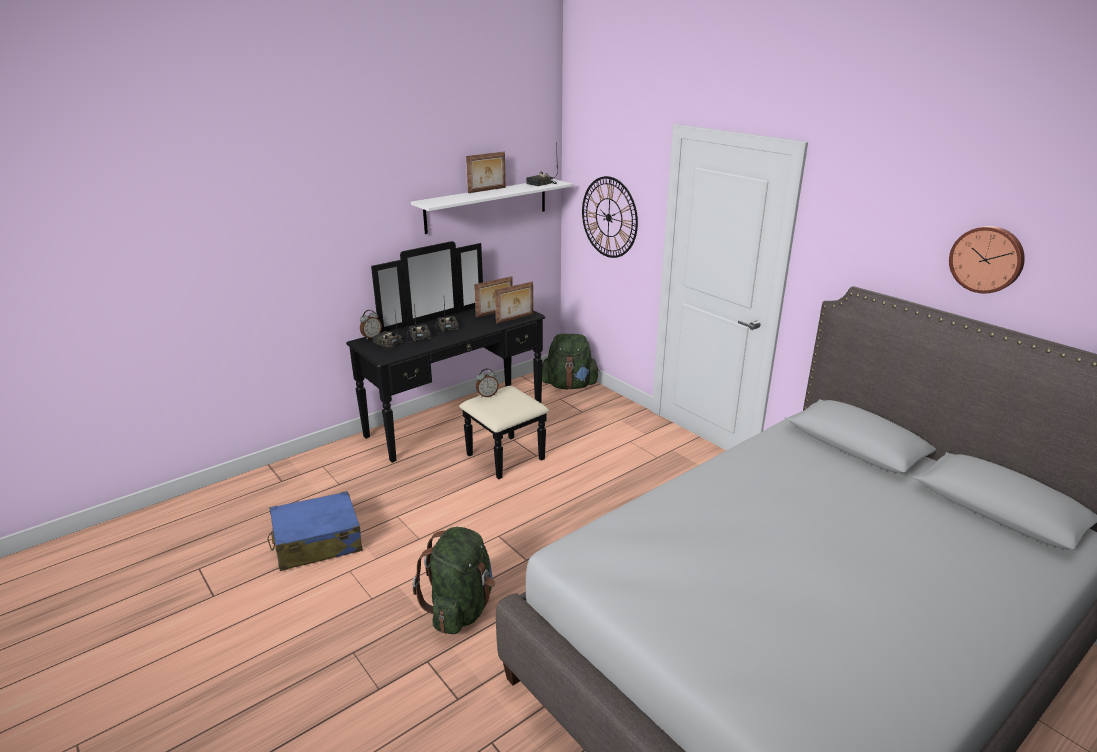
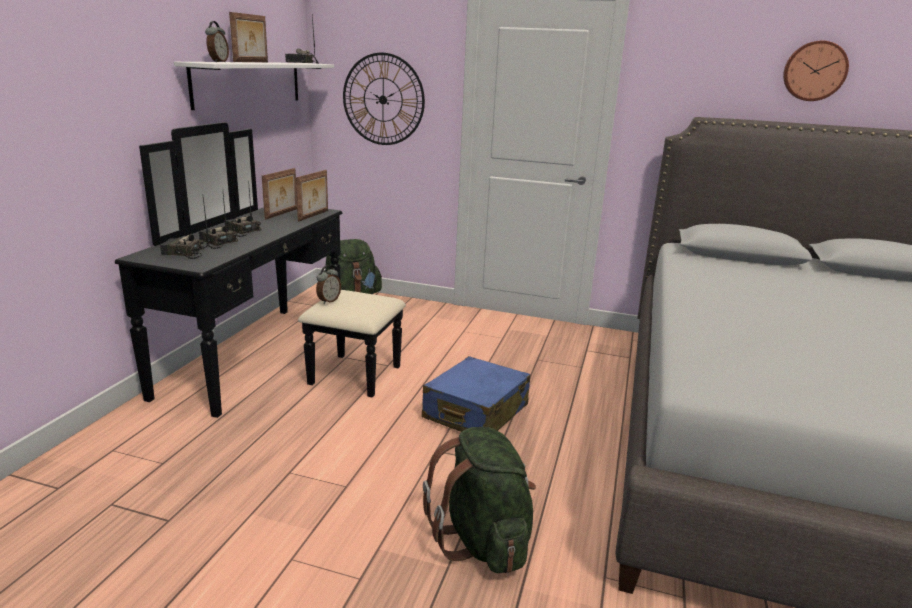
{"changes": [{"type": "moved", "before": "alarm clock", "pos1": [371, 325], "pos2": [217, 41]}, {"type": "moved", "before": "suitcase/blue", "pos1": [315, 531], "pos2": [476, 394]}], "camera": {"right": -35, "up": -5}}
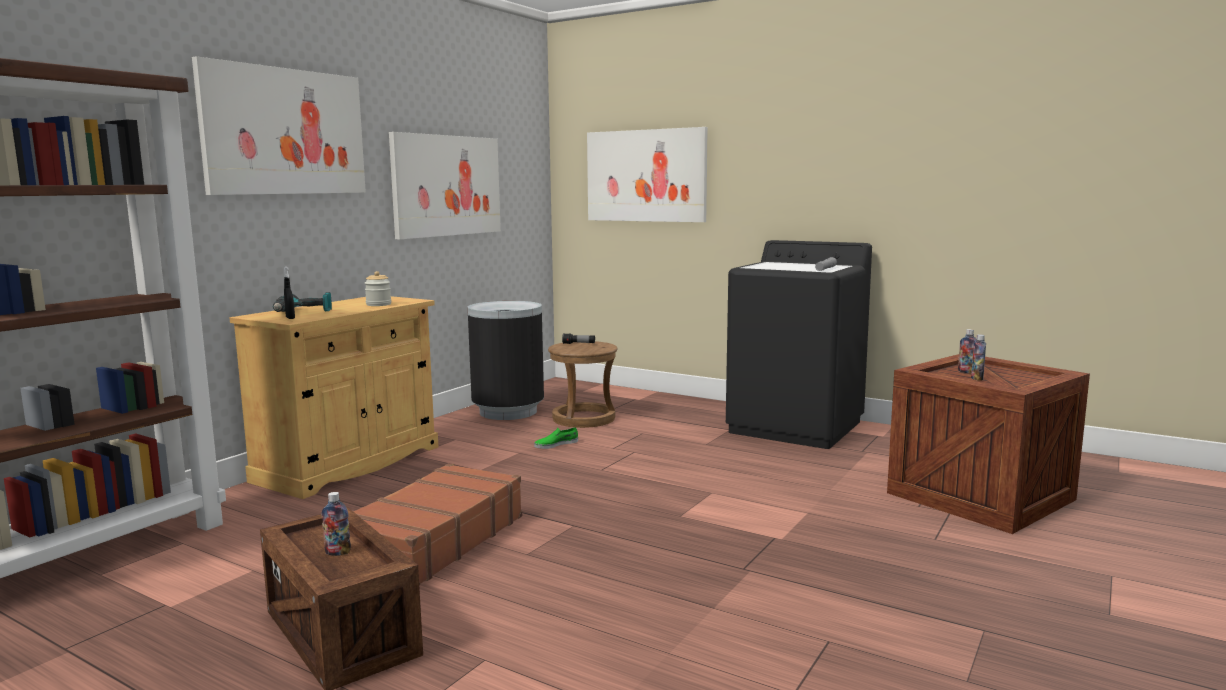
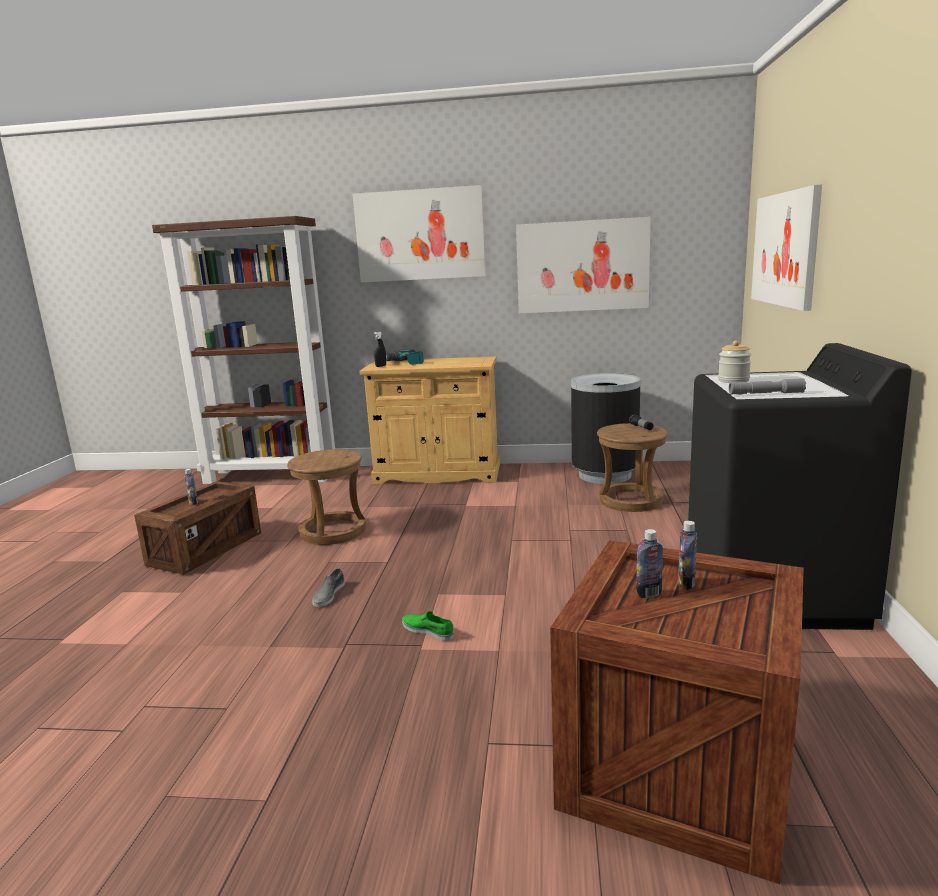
{"changes": [{"type": "replaced", "before": "suitcase/brown", "after": "stool/brown", "pos1": [437, 524], "pos2": [326, 497]}, {"type": "added", "after": "shoe/grey", "pos2": [328, 587]}, {"type": "moved", "before": "shoe/green", "pos1": [556, 438], "pos2": [428, 626]}, {"type": "moved", "before": "jar", "pos1": [378, 288], "pos2": [734, 361]}], "camera": {"right": 65, "up": 5}}
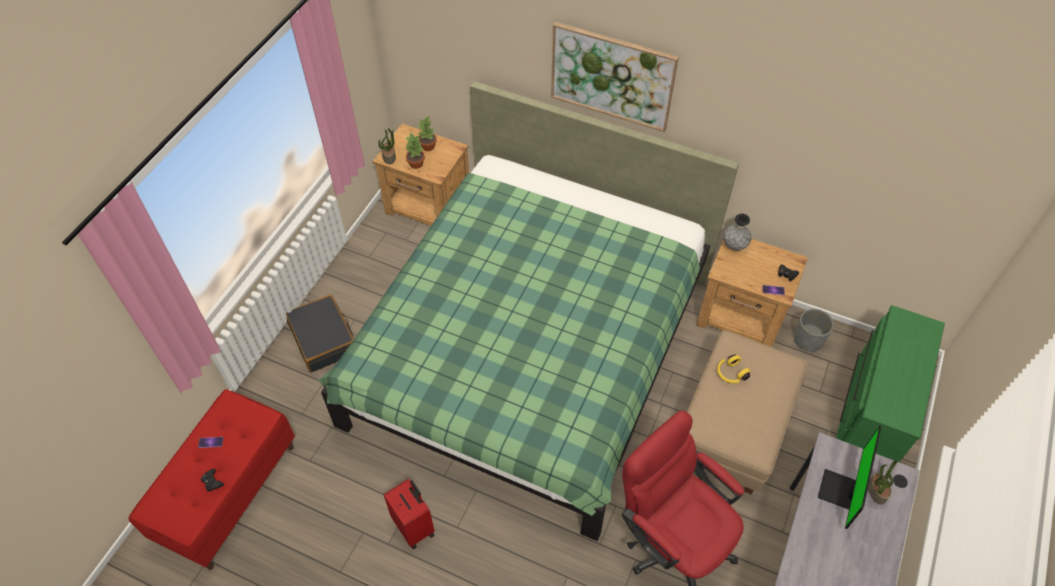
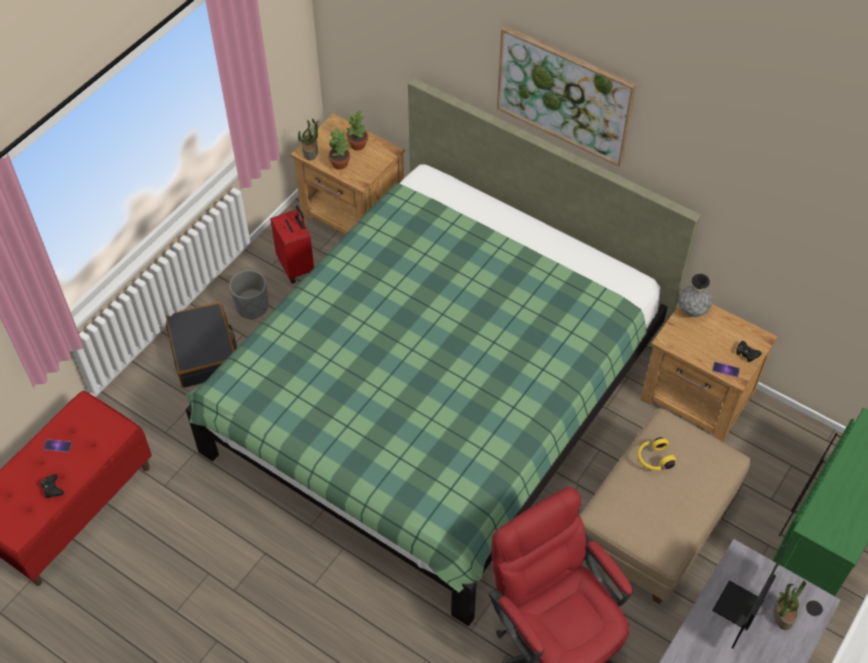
{"changes": [{"type": "moved", "before": "planter/grey", "pos1": [814, 330], "pos2": [248, 295]}, {"type": "moved", "before": "suitcase/red", "pos1": [409, 514], "pos2": [292, 244]}], "camera": {"right": 10, "up": 0}}
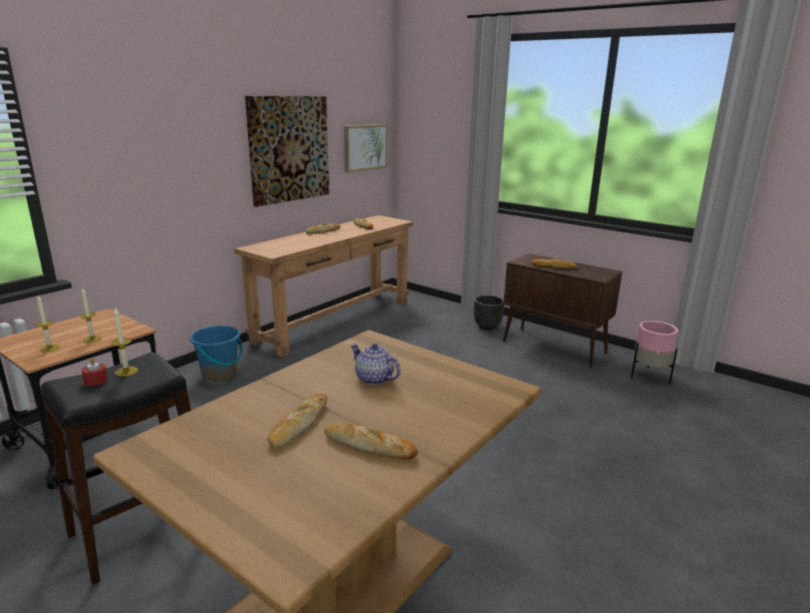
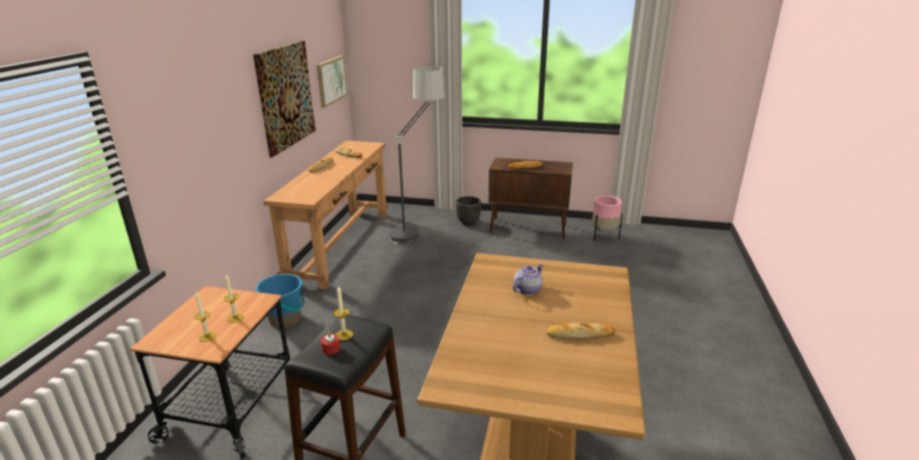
{"changes": [{"type": "added", "after": "floor lamp", "pos2": [417, 155]}, {"type": "turned", "before": "teapot", "pos1": [376, 364], "pos2": [528, 279], "turn": 120}, {"type": "removed", "before": "bread", "pos1": [297, 421]}], "camera": {"right": -25, "up": 5}}
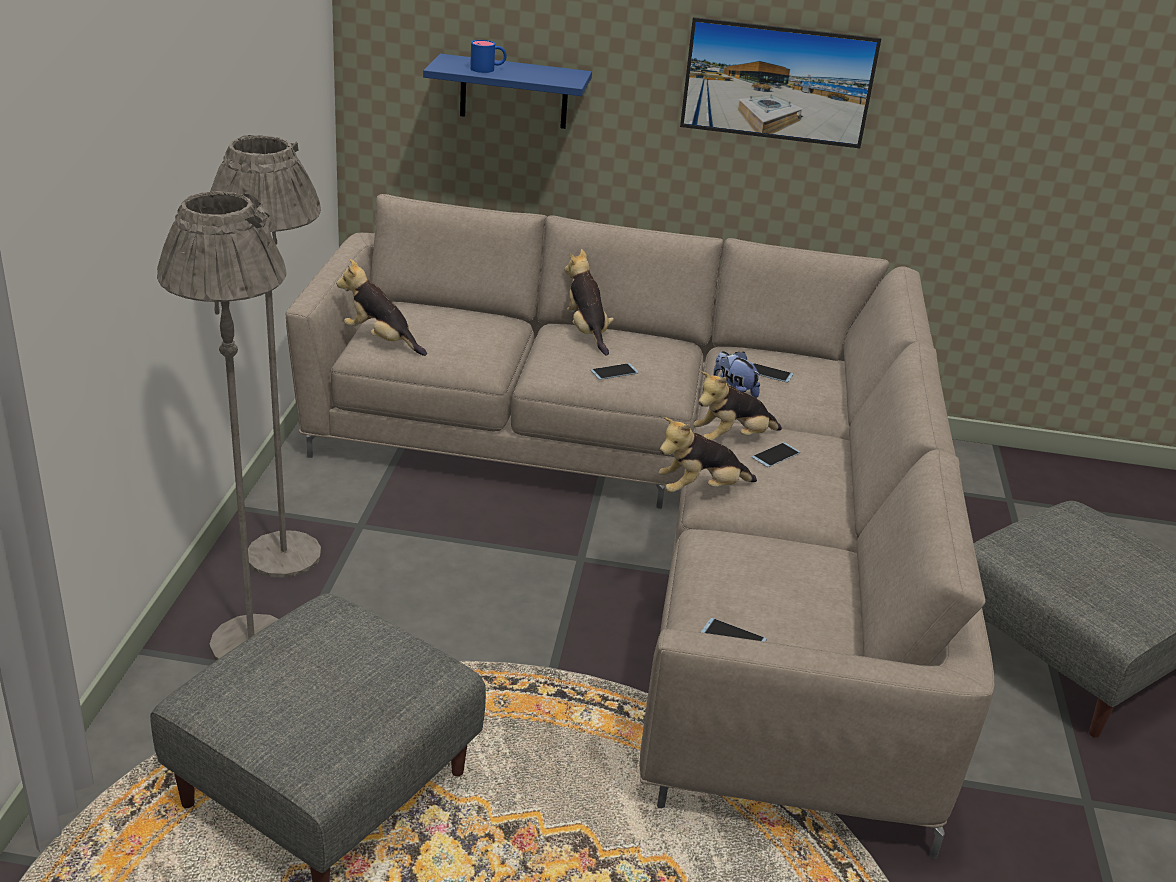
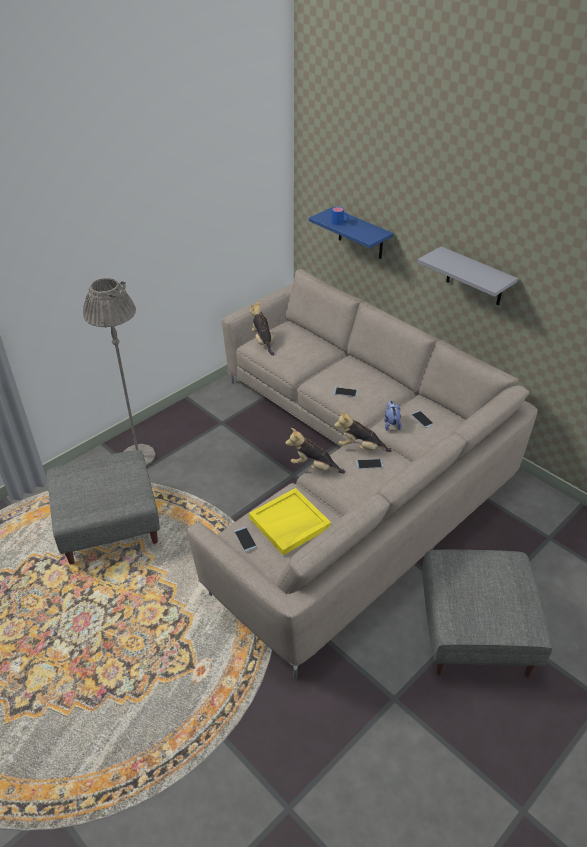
{"changes": [{"type": "added", "after": "tray/yellow", "pos2": [290, 521]}, {"type": "replaced", "before": "picture", "after": "shelf/grey", "pos1": [780, 82], "pos2": [467, 275]}, {"type": "removed", "before": "floor lamp/grey", "pos1": [265, 356]}, {"type": "removed", "before": "plush toy", "pos1": [589, 302]}], "camera": {"right": 40, "up": 10}}
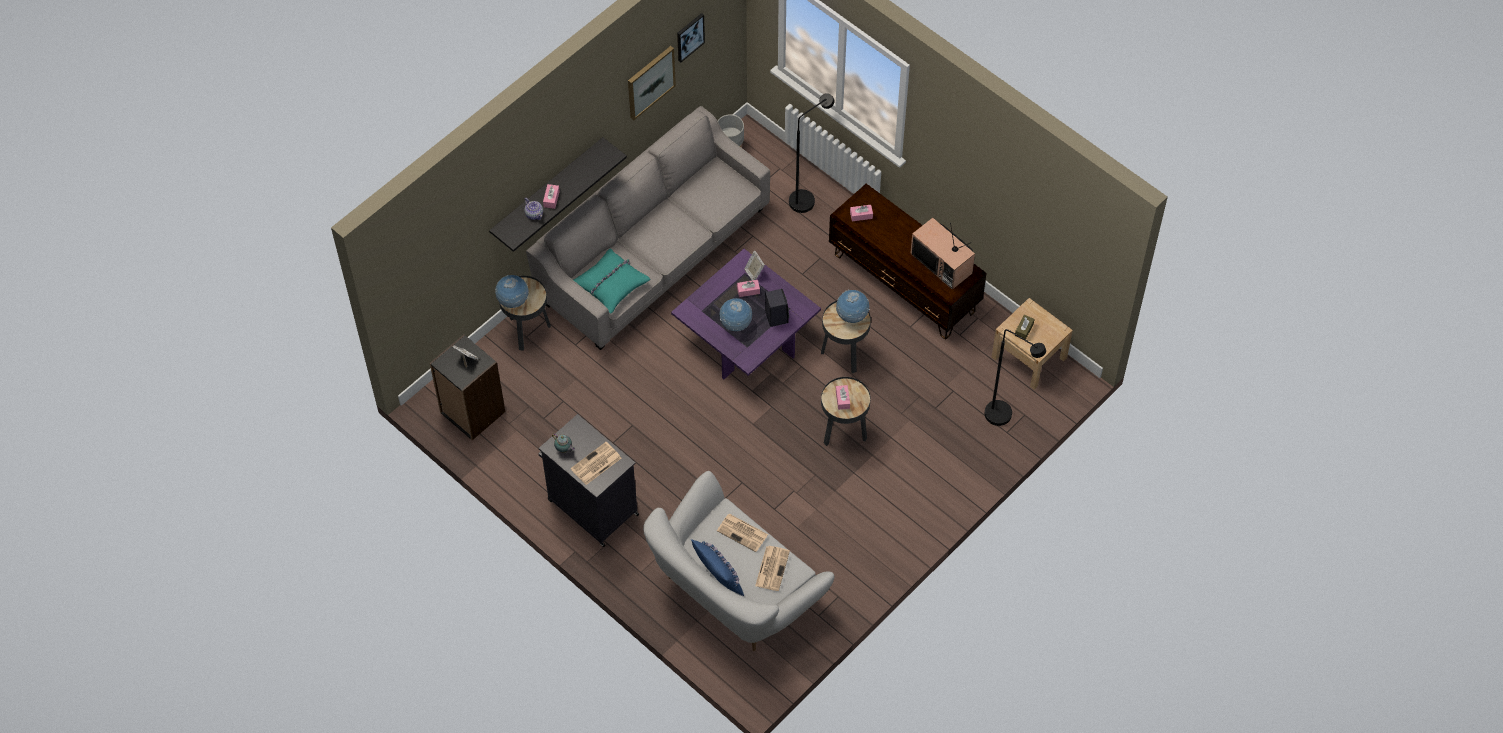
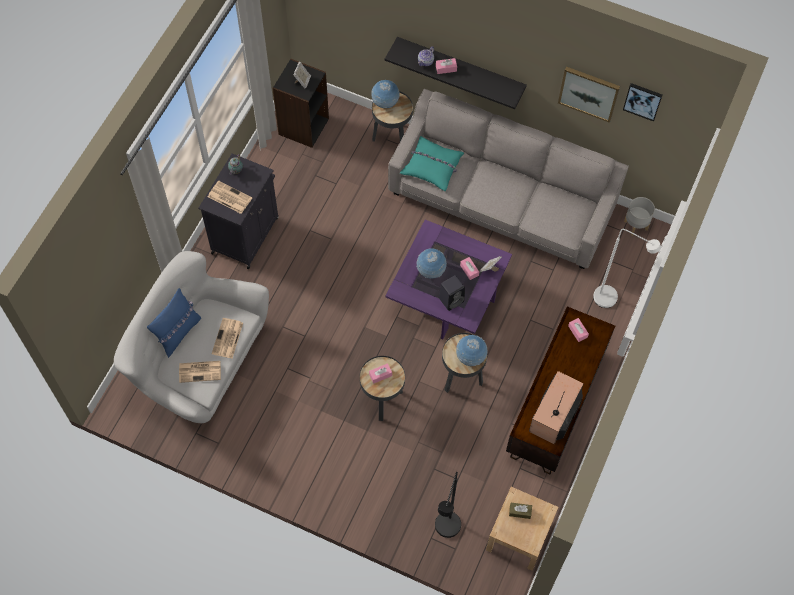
{"changes": [{"type": "recoloured", "before": "floor lamp/black", "after": "floor lamp/white", "pos1": [811, 153], "pos2": [627, 268]}], "camera": {"right": 70, "up": 5}}
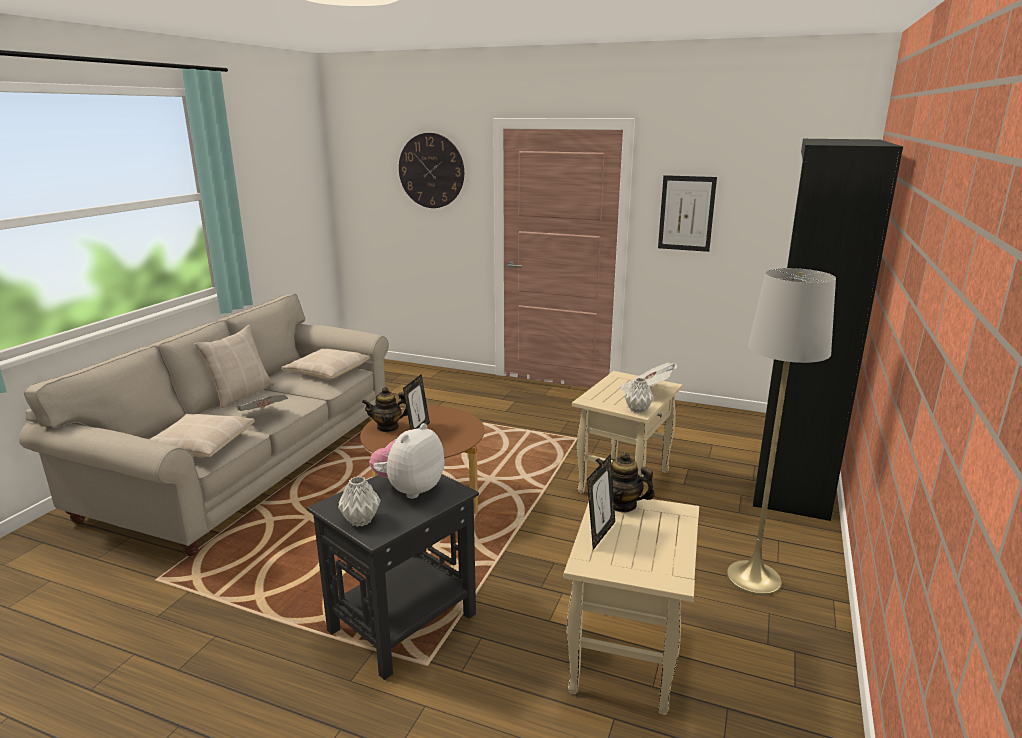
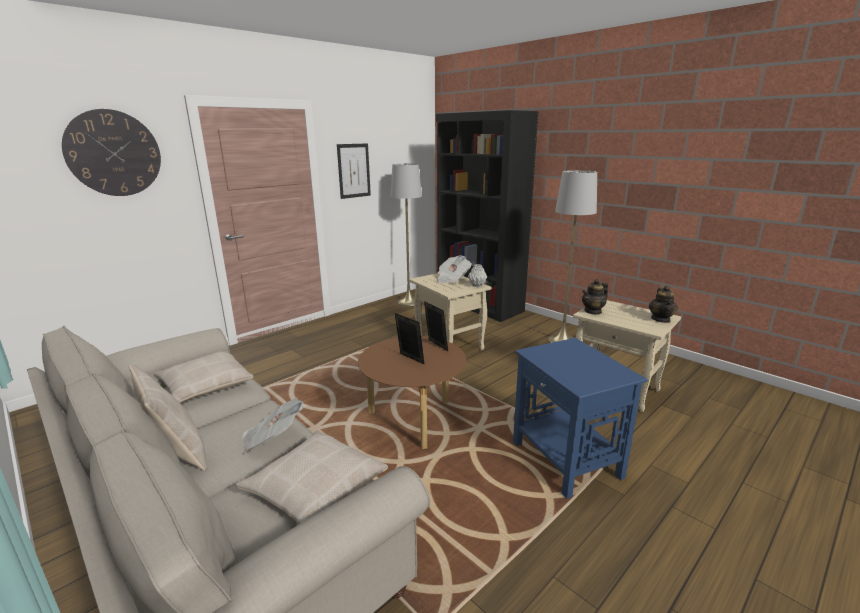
{"changes": [{"type": "added", "after": "floor lamp/grey", "pos2": [406, 234]}, {"type": "moved", "before": "picture frame", "pos1": [601, 502], "pos2": [436, 326]}, {"type": "recoloured", "before": "side table/black", "after": "side table/blue", "pos1": [393, 577], "pos2": [580, 418]}, {"type": "moved", "before": "teapot", "pos1": [385, 409], "pos2": [663, 304]}, {"type": "removed", "before": "vase/grey", "pos1": [359, 501]}, {"type": "removed", "before": "plush toy", "pos1": [406, 461]}], "camera": {"right": -65, "up": 0}}
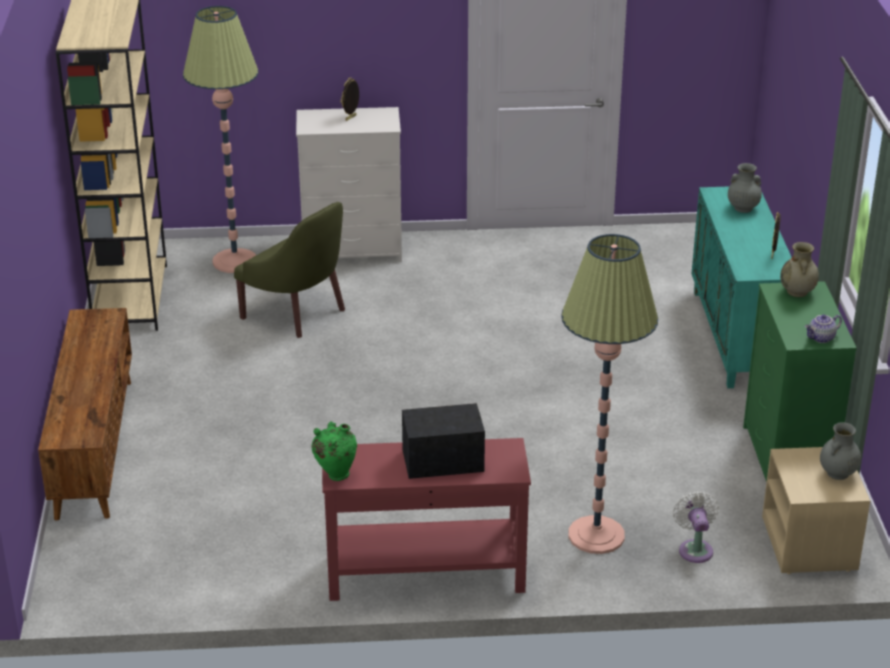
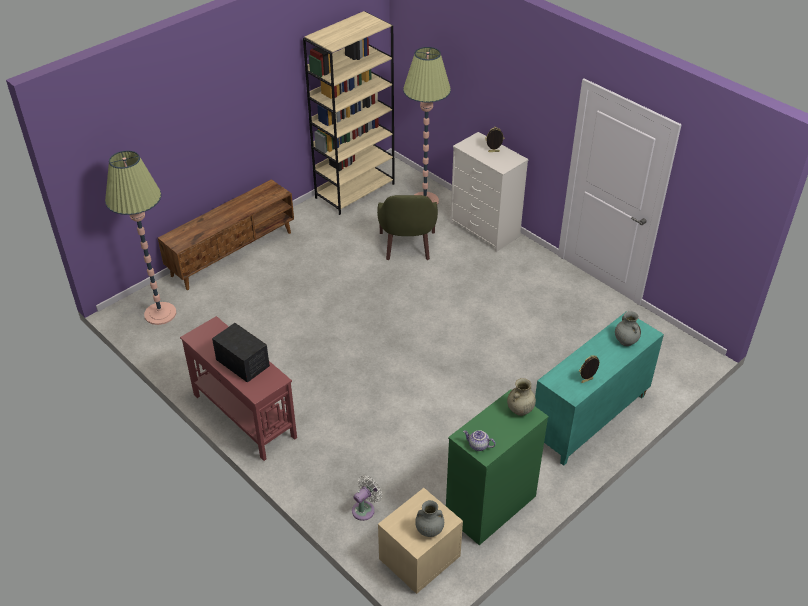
{"changes": [{"type": "moved", "before": "floor lamp", "pos1": [609, 394], "pos2": [140, 238]}, {"type": "removed", "before": "vase/green", "pos1": [334, 451]}], "camera": {"right": 50, "up": 10}}
